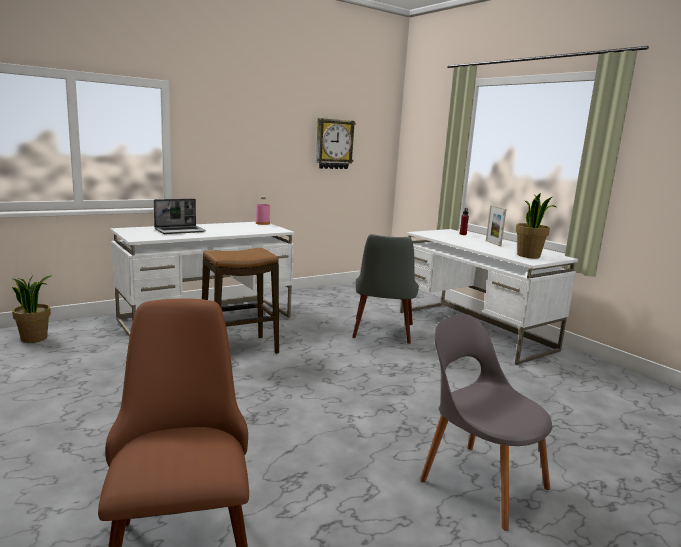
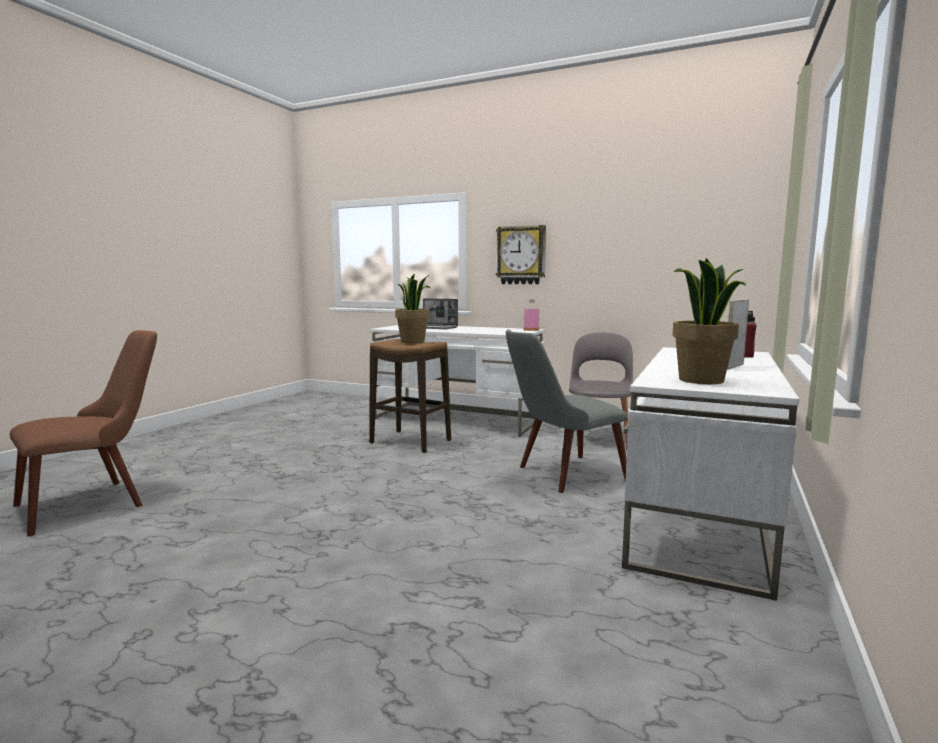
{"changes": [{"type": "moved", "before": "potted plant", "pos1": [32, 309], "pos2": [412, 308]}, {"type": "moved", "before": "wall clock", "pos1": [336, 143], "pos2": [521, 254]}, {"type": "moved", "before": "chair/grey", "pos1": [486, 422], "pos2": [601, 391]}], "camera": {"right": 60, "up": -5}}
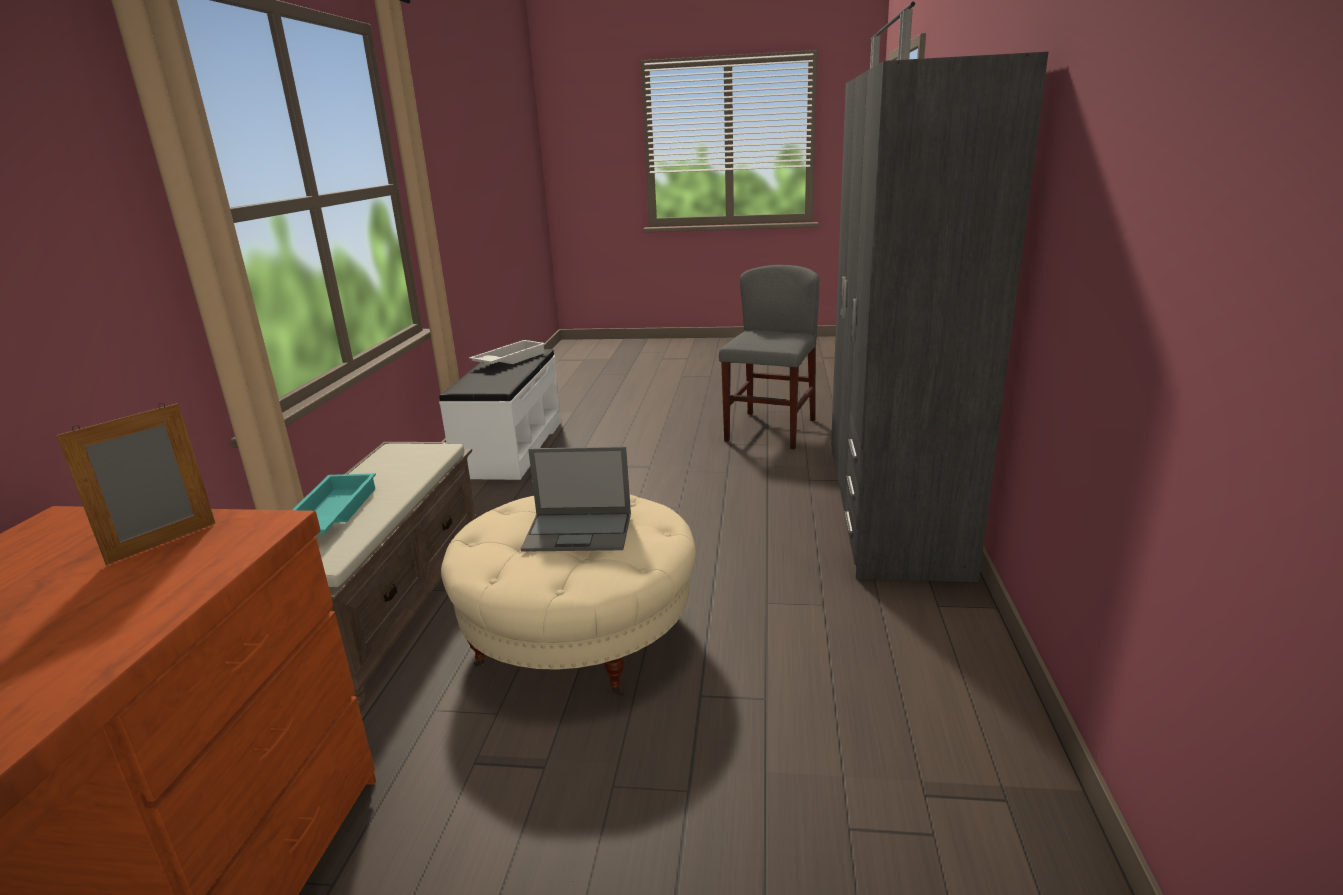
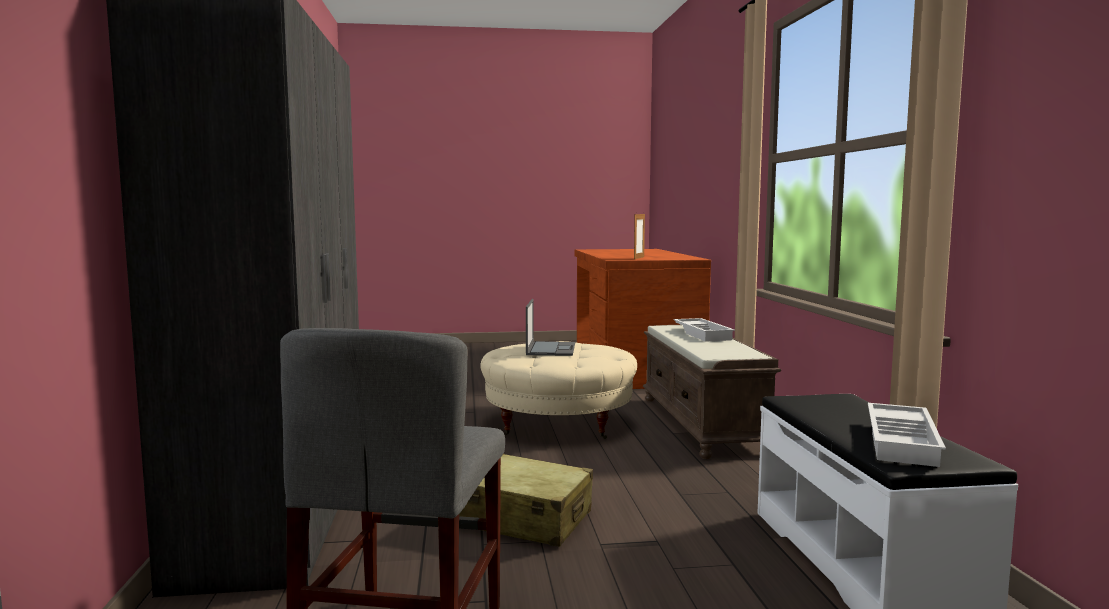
{"changes": [{"type": "added", "after": "suitcase/beige", "pos2": [526, 500]}, {"type": "turned", "before": "laptop", "pos1": [576, 499], "pos2": [550, 327], "turn": 105}, {"type": "recoloured", "before": "tray/turquoise", "after": "tray/white", "pos1": [334, 503], "pos2": [704, 330]}], "camera": {"right": 165, "up": -15}}
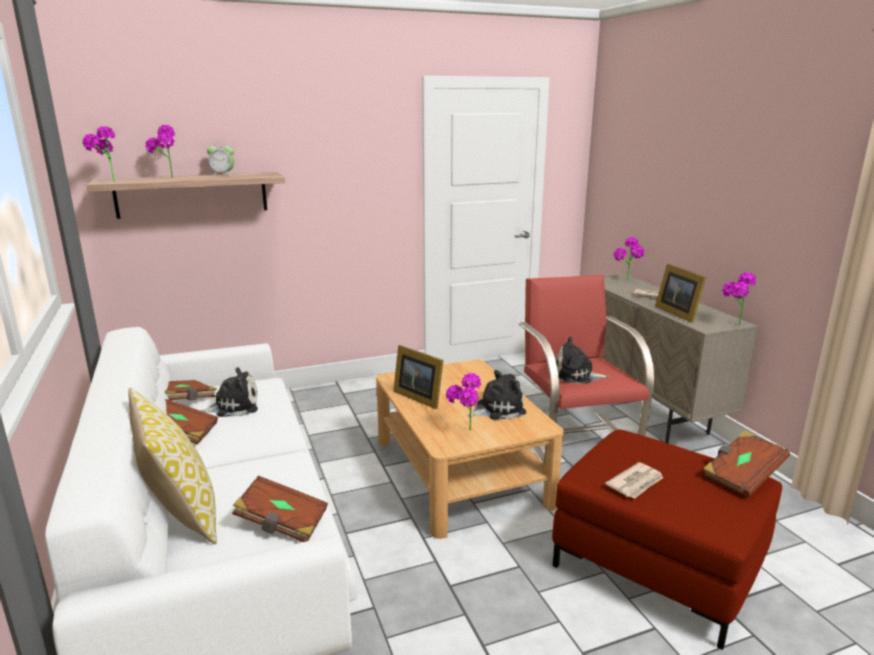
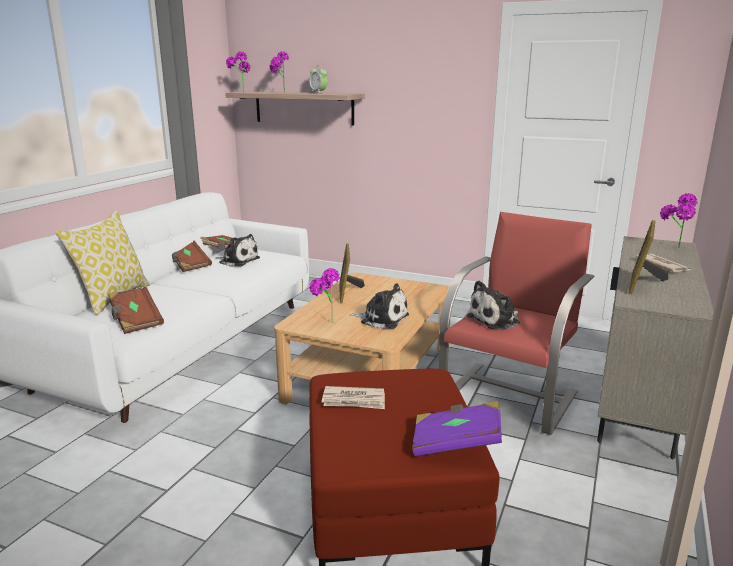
{"changes": [{"type": "recoloured", "before": "book/brown", "after": "book/purple", "pos1": [746, 464], "pos2": [457, 428]}, {"type": "turned", "before": "plush toy", "pos1": [582, 360], "pos2": [493, 305], "turn": -90}, {"type": "removed", "before": "potted plant", "pos1": [739, 298]}], "camera": {"right": 45, "up": 0}}
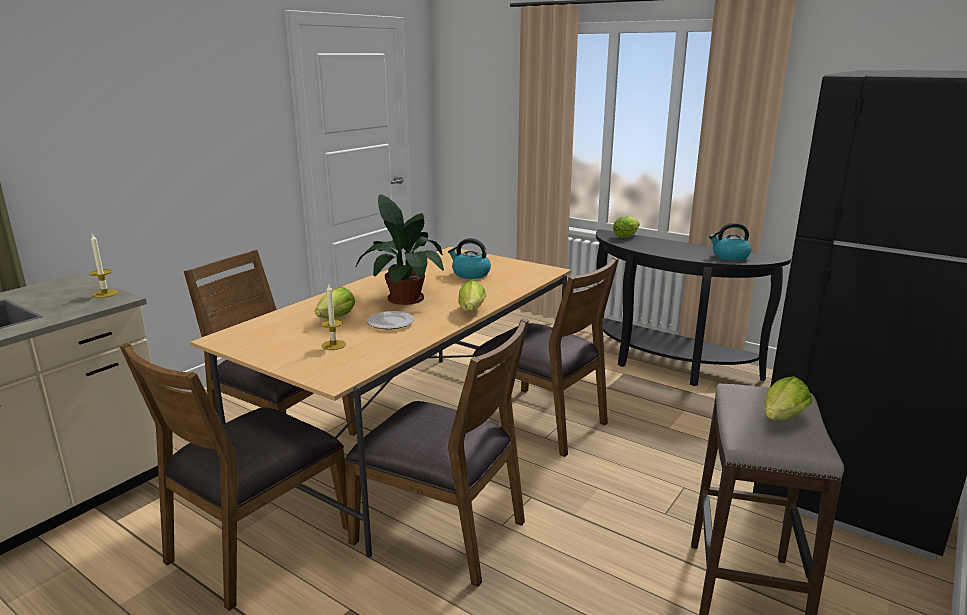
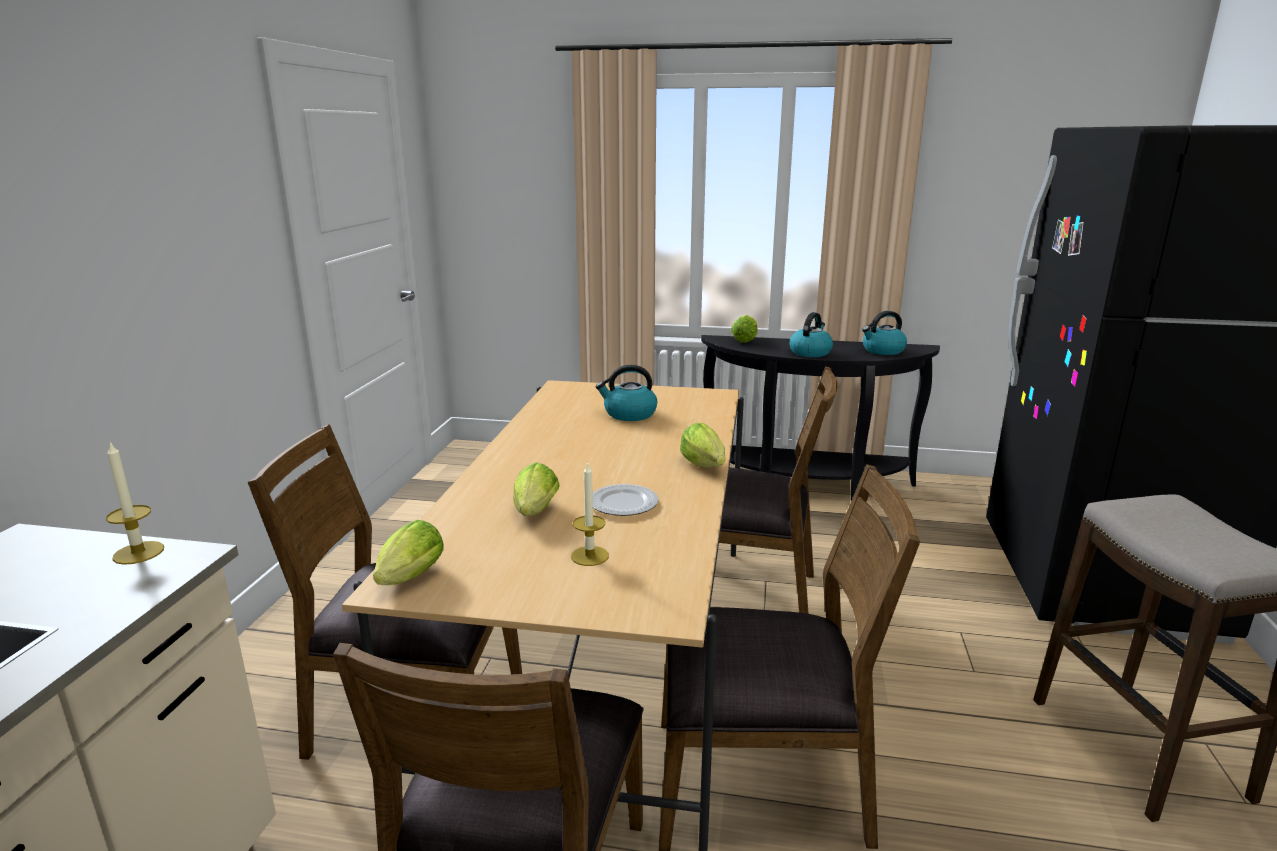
{"changes": [{"type": "moved", "before": "lettuce", "pos1": [788, 398], "pos2": [408, 552]}, {"type": "added", "after": "kettle", "pos2": [811, 334]}, {"type": "removed", "before": "potted plant", "pos1": [399, 249]}], "camera": {"right": -25, "up": 0}}
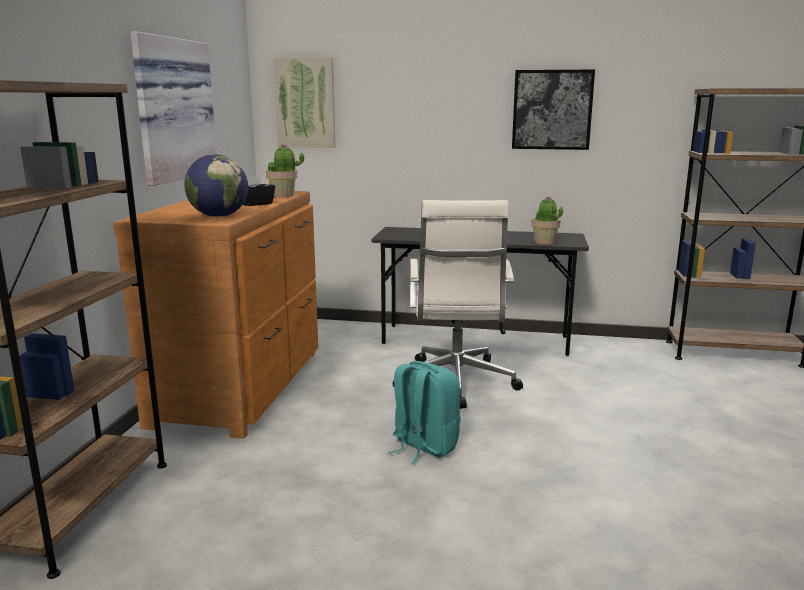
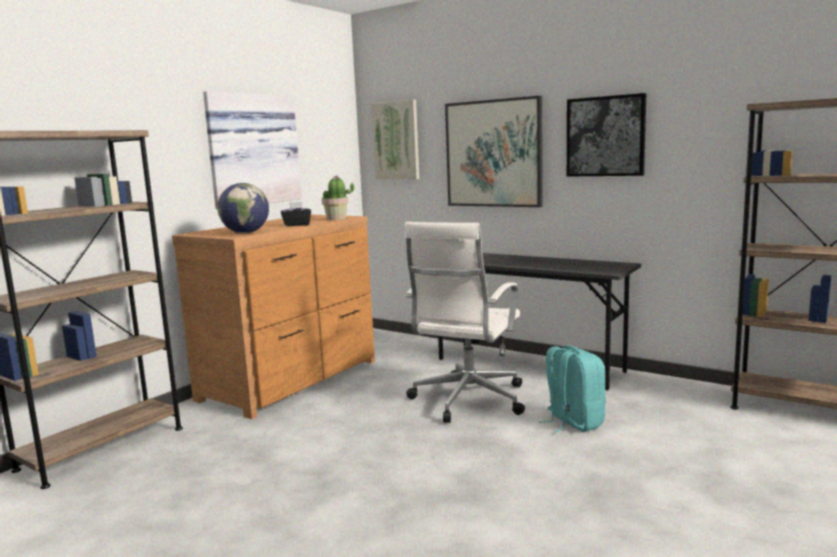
{"changes": [{"type": "added", "after": "picture", "pos2": [494, 151]}, {"type": "moved", "before": "backpack/turquoise", "pos1": [424, 412], "pos2": [572, 389]}, {"type": "removed", "before": "potted plant", "pos1": [547, 220]}], "camera": {"right": 25, "up": -5}}
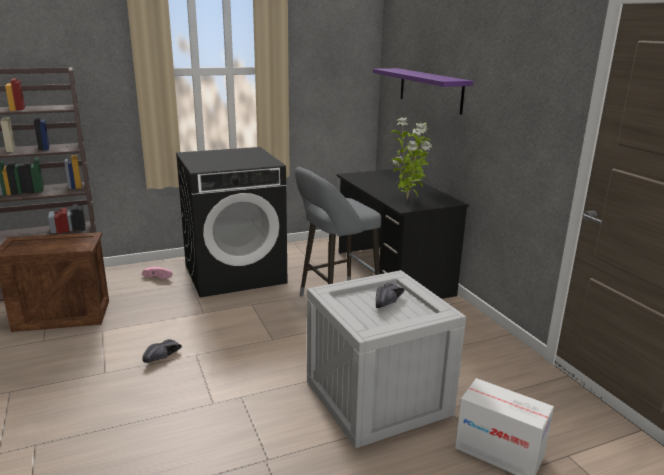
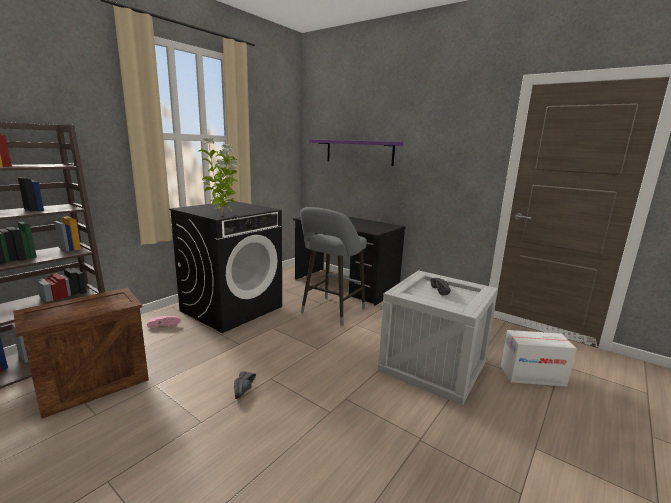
{"changes": [{"type": "moved", "before": "potted plant", "pos1": [411, 158], "pos2": [218, 176]}], "camera": {"right": -30, "up": -5}}
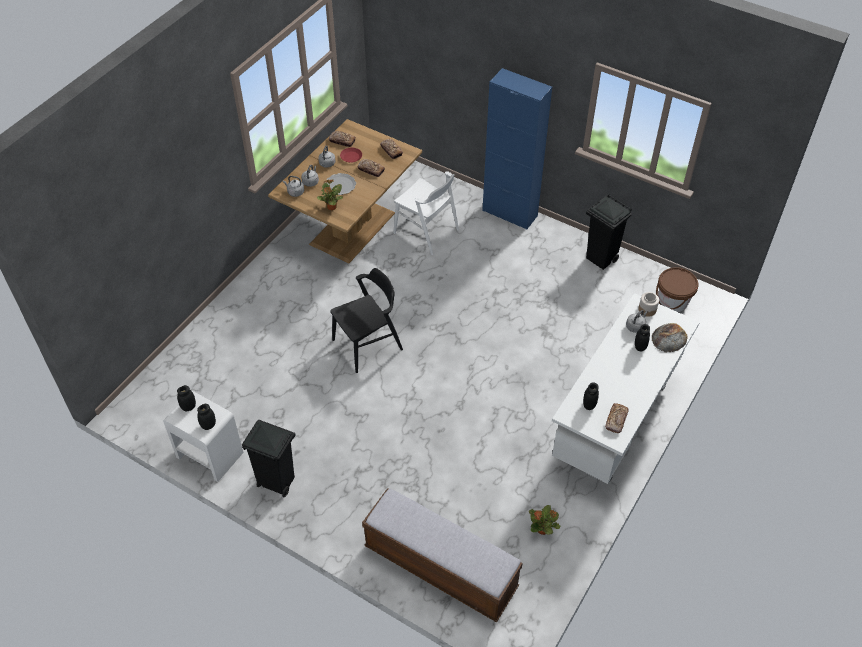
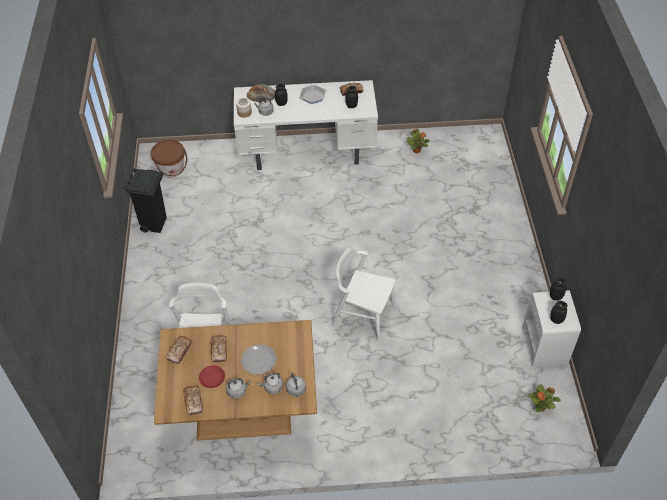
{"changes": [{"type": "added", "after": "frying pan", "pos2": [313, 94]}, {"type": "recoloured", "before": "chair/black", "after": "chair/white", "pos1": [366, 320], "pos2": [363, 294]}, {"type": "moved", "before": "potted plant", "pos1": [330, 194], "pos2": [545, 398]}, {"type": "removed", "before": "trash can/black", "pos1": [269, 458]}, {"type": "removed", "before": "bench", "pos1": [442, 555]}, {"type": "removed", "before": "cabinet/blue", "pos1": [517, 149]}], "camera": {"right": -125, "up": 0}}
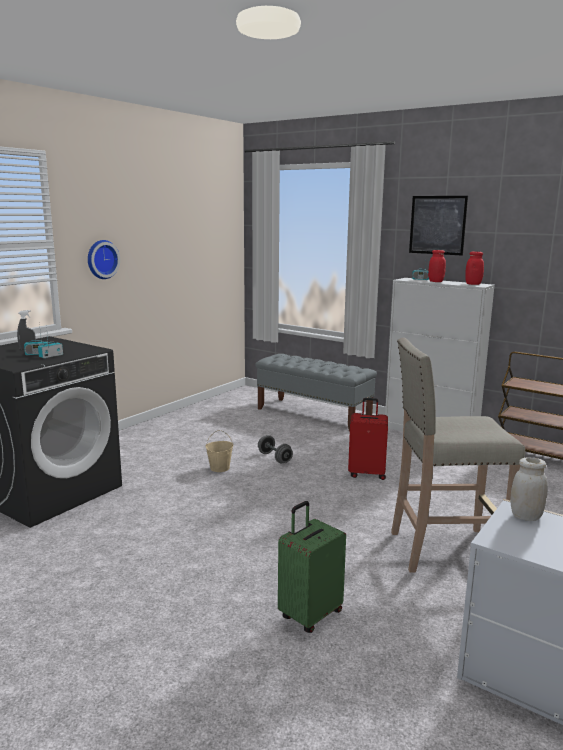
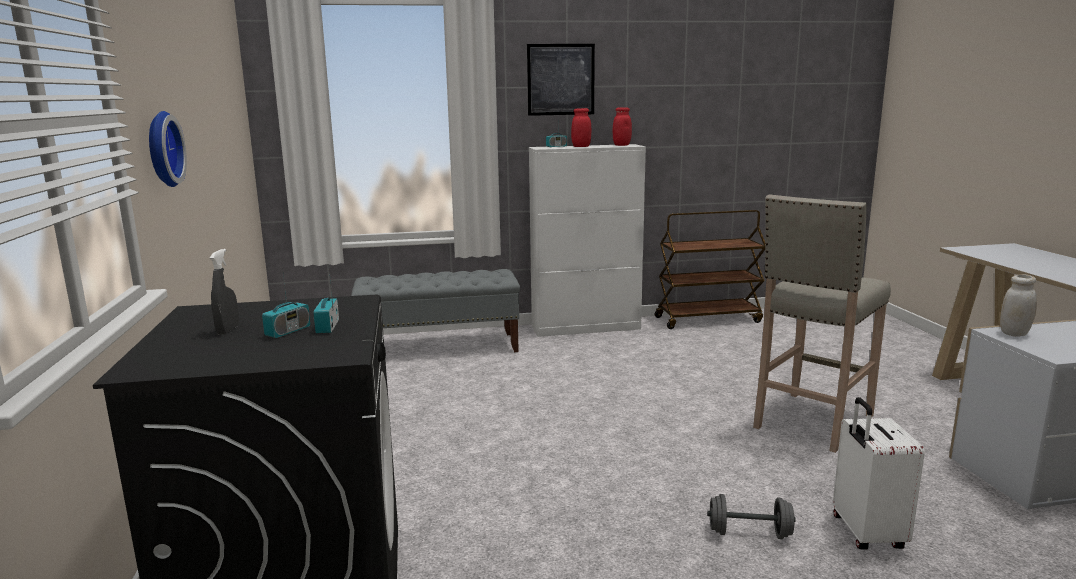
{"changes": [{"type": "moved", "before": "dumbbell/grey", "pos1": [275, 449], "pos2": [751, 516]}, {"type": "recoloured", "before": "suitcase/green", "after": "suitcase/white", "pos1": [312, 567], "pos2": [879, 473]}, {"type": "removed", "before": "bucket/beige", "pos1": [219, 451]}, {"type": "removed", "before": "suitcase/red", "pos1": [368, 439]}], "camera": {"right": -45, "up": 0}}
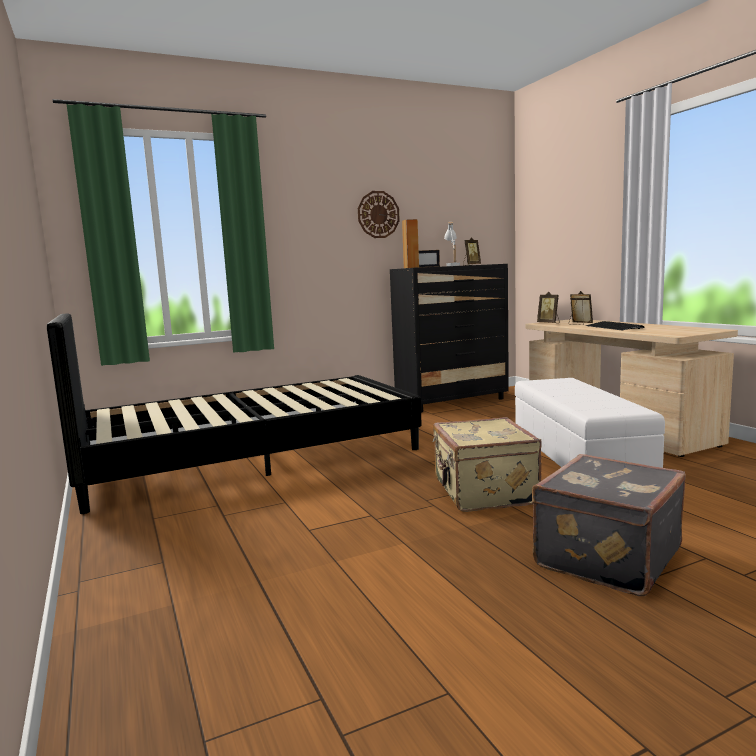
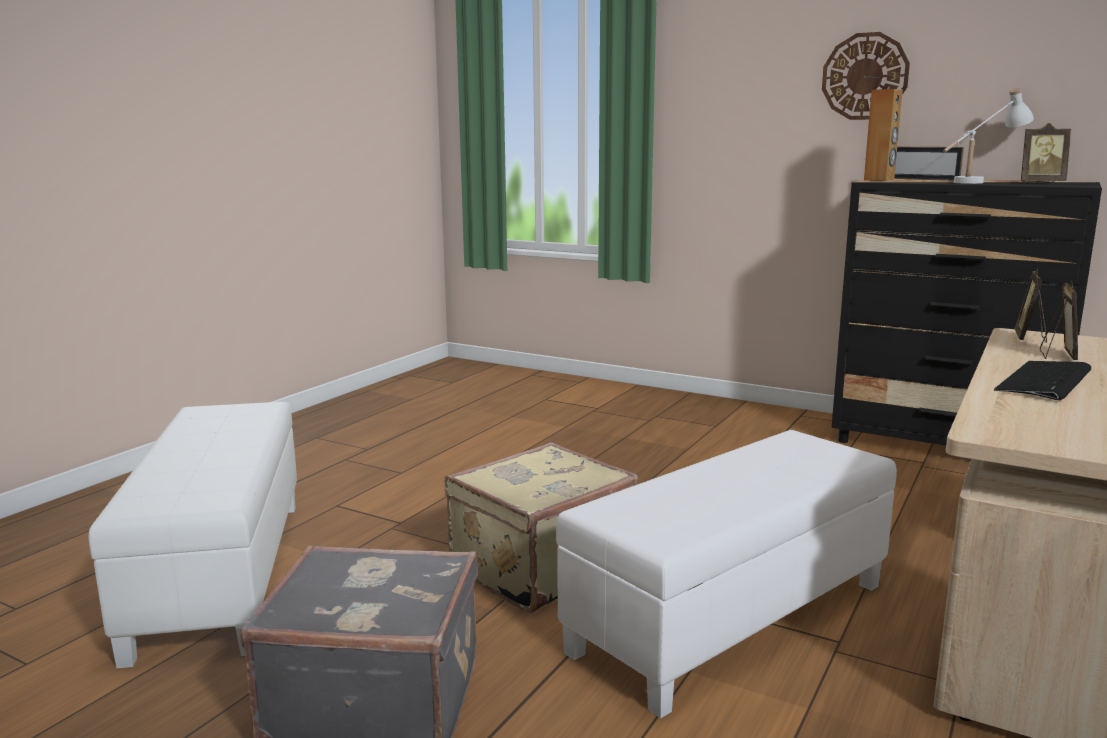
{"changes": [{"type": "added", "after": "ottoman/white", "pos2": [192, 535]}, {"type": "removed", "before": "bed/black", "pos1": [234, 414]}], "camera": {"right": 55, "up": 5}}
